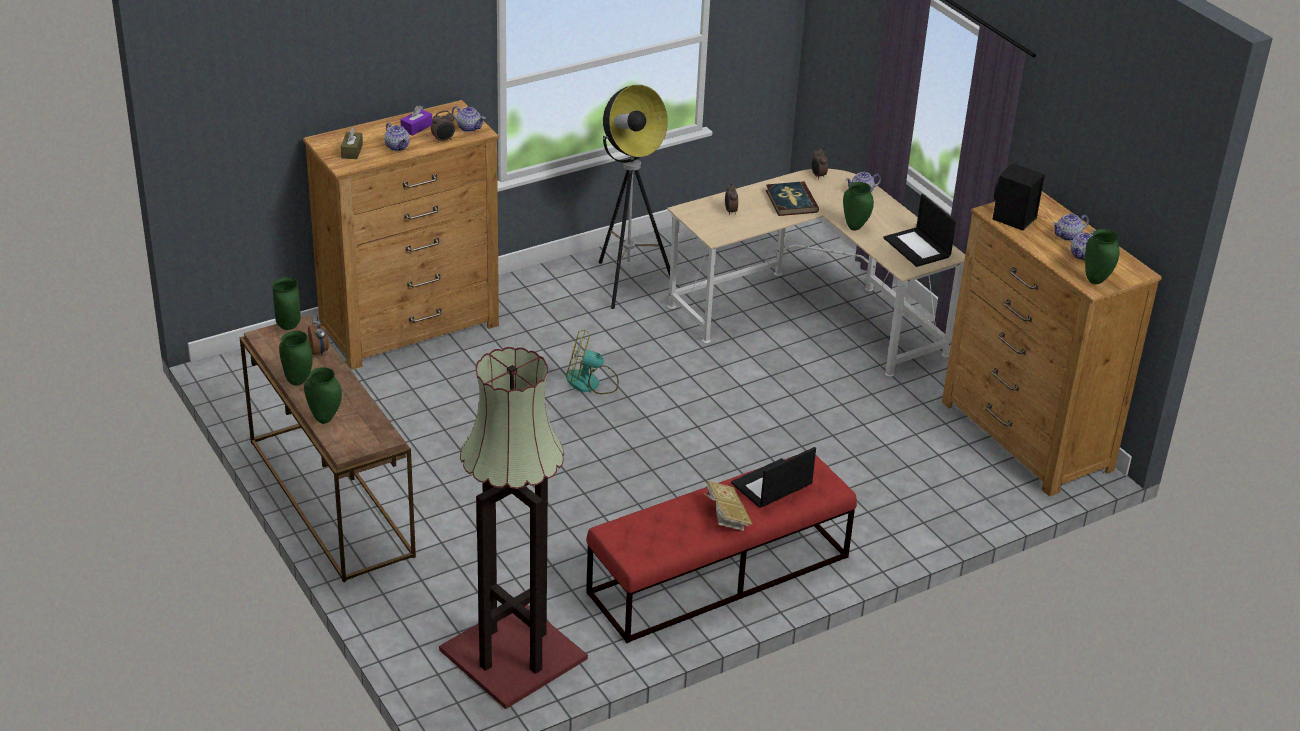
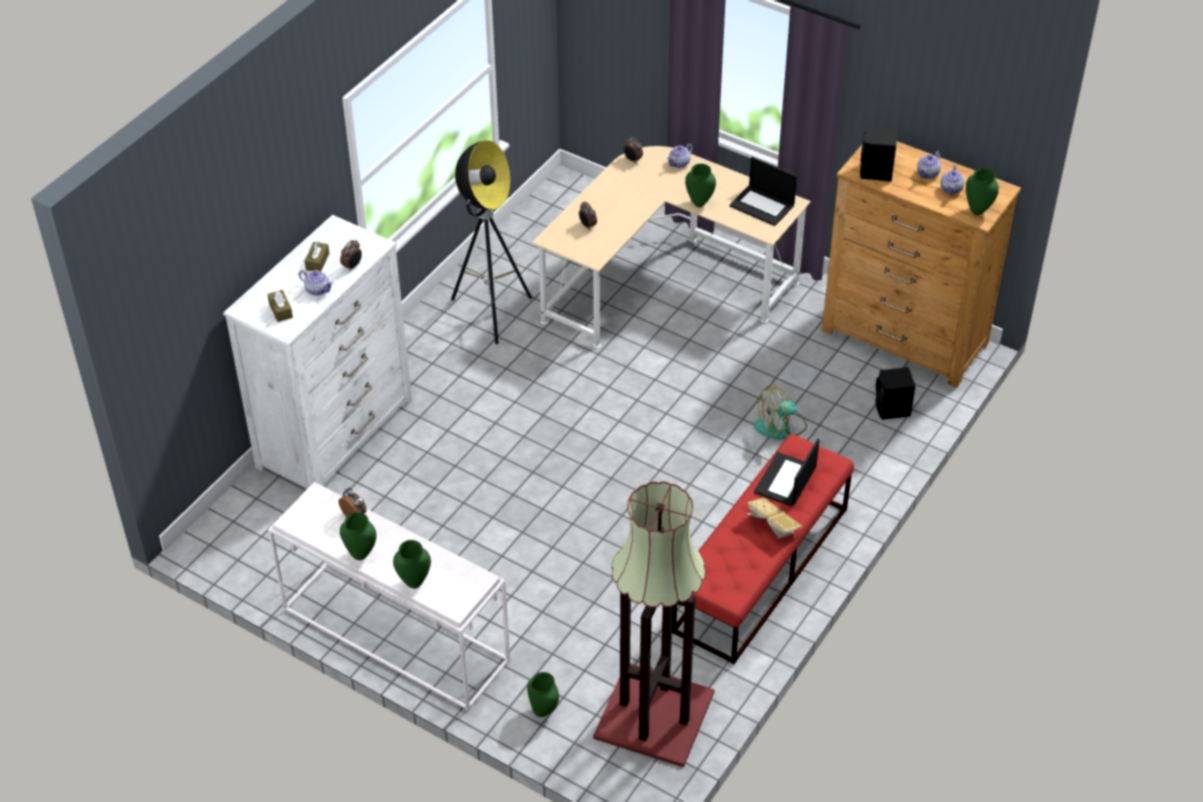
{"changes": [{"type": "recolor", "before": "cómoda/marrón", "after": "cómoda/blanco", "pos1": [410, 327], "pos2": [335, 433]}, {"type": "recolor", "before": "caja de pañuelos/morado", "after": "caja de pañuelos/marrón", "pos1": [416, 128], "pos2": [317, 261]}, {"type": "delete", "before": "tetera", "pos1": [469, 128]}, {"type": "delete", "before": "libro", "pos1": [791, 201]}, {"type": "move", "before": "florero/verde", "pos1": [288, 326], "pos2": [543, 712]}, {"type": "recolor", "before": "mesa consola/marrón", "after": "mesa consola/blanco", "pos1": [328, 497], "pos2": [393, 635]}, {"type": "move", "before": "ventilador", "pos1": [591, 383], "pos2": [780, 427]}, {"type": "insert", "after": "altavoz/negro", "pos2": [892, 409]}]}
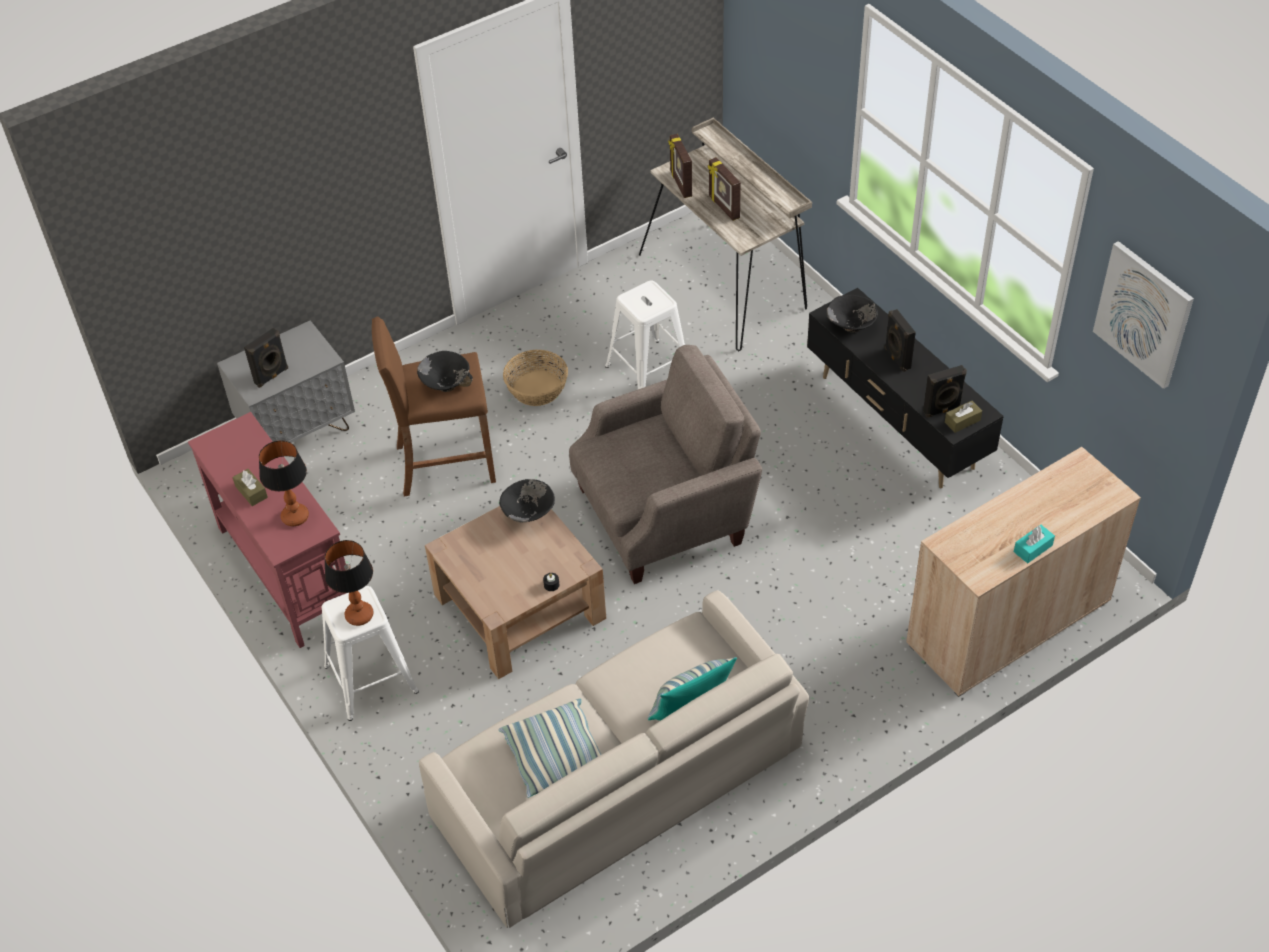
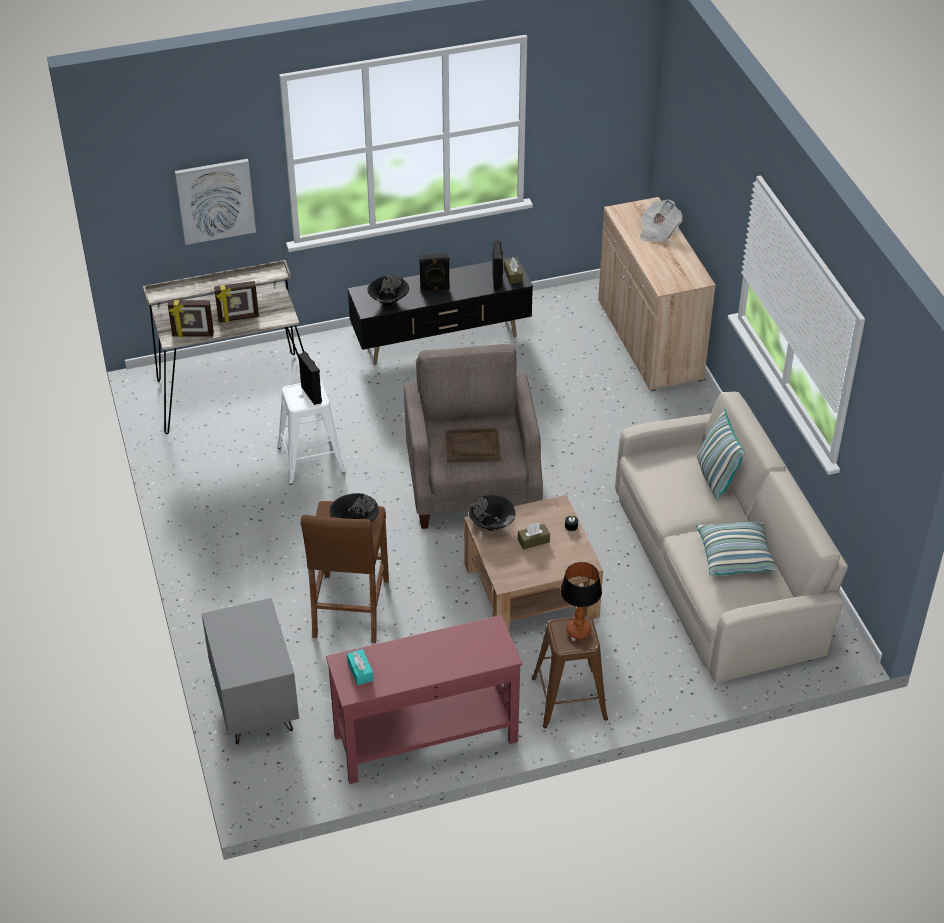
{"changes": [{"type": "move", "before": "cuadro", "pos1": [1143, 314], "pos2": [215, 200]}, {"type": "move", "before": "altavoz/negro", "pos1": [272, 376], "pos2": [312, 394]}, {"type": "delete", "before": "cesta", "pos1": [537, 388]}, {"type": "delete", "before": "lámpara de mesa", "pos1": [294, 516]}, {"type": "move", "before": "caja de pañuelos/marrón", "pos1": [251, 492], "pos2": [533, 541]}, {"type": "move", "before": "caja de pañuelos/turquesa", "pos1": [1033, 548], "pos2": [360, 671]}, {"type": "recolor", "before": "taburete/blanco", "after": "taburete/marrón", "pos1": [370, 680], "pos2": [570, 698]}, {"type": "insert", "after": "periódico", "pos2": [658, 231]}, {"type": "insert", "after": "bandeja/marrón", "pos2": [472, 447]}]}
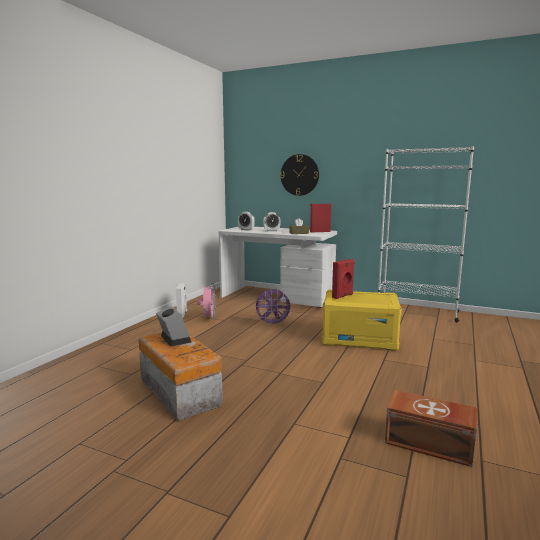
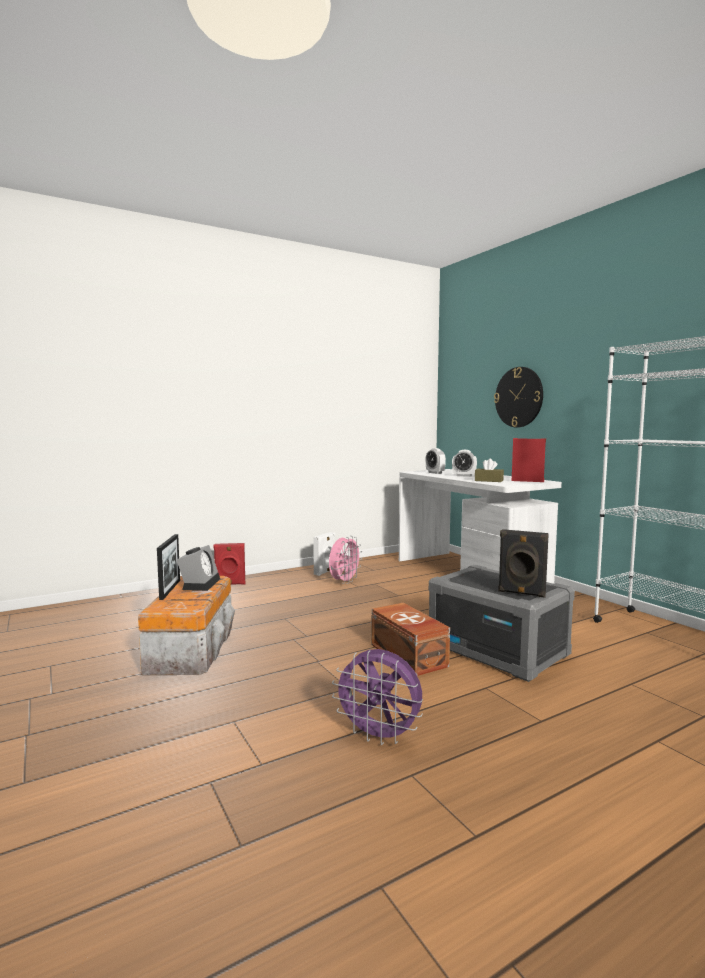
{"changes": [{"type": "move", "before": "altavoz/rojo", "pos1": [343, 296], "pos2": [230, 584]}, {"type": "move", "before": "ventilador/morado", "pos1": [273, 324], "pos2": [380, 736]}, {"type": "recolor", "before": "caja de almacenaje/amarillo", "after": "caja de almacenaje/gris", "pos1": [359, 338], "pos2": [498, 649]}, {"type": "move", "before": "caja de almacenaje/marrón", "pos1": [430, 444], "pos2": [408, 656]}, {"type": "insert", "after": "altavoz/negro", "pos2": [521, 593]}, {"type": "insert", "after": "portarretratos", "pos2": [170, 589]}]}
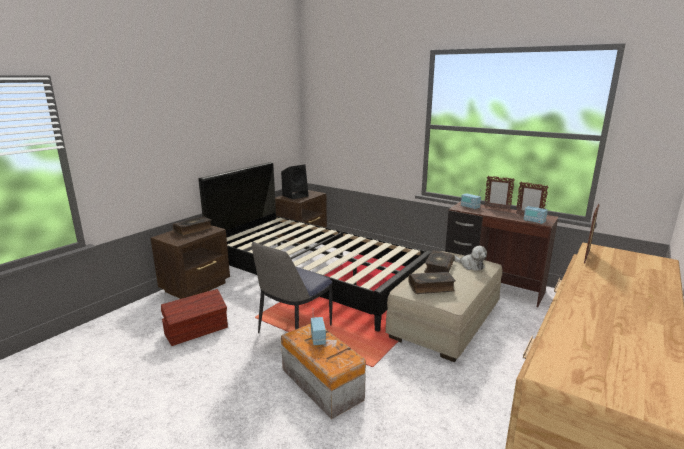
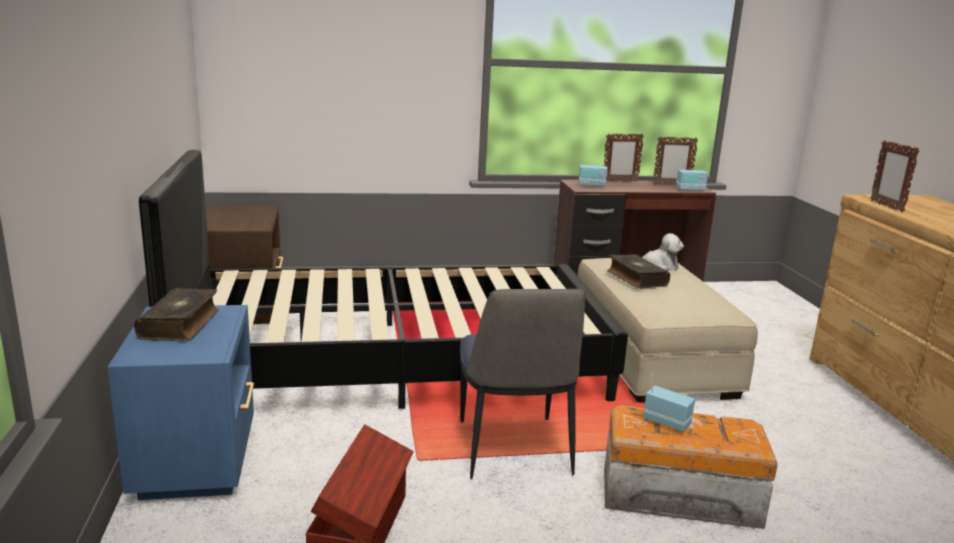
{"changes": [{"type": "delete", "before": "altavoz/negro", "pos1": [295, 195]}, {"type": "recolor", "before": "mesita de noche/marrón", "after": "mesita de noche/azul", "pos1": [197, 287], "pos2": [198, 461]}, {"type": "delete", "before": "libro", "pos1": [431, 287]}]}
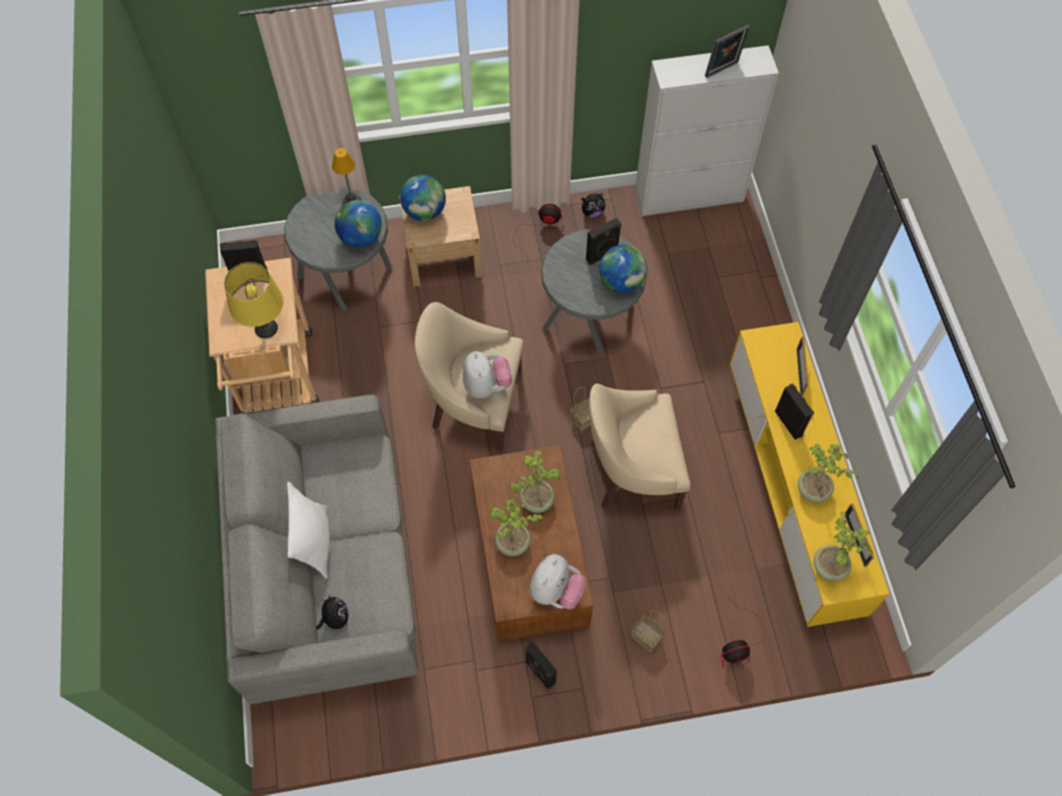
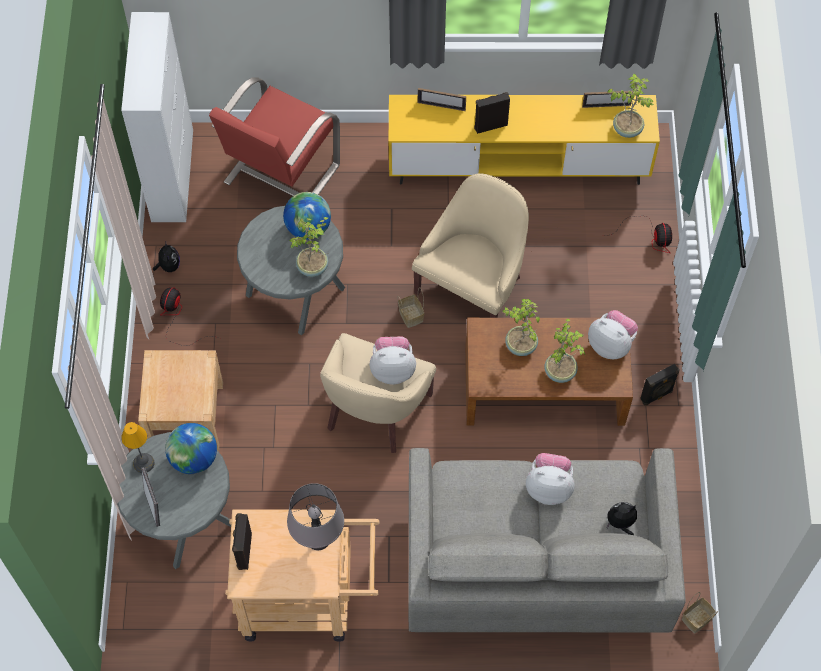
{"changes": [{"type": "move", "before": "portarretratos", "pos1": [722, 70], "pos2": [154, 507]}, {"type": "delete", "before": "globo terráqueo", "pos1": [425, 211]}, {"type": "delete", "before": "altavoz/negro", "pos1": [602, 256]}, {"type": "recolor", "before": "lámpara de mesa/amarillo", "after": "lámpara de mesa/gris", "pos1": [266, 328], "pos2": [318, 538]}, {"type": "rotate", "before": "sillón/beis", "pos1": [631, 470], "pos2": [473, 286], "turn": -150}, {"type": "move", "before": "planta en maceta", "pos1": [813, 491], "pos2": [313, 267]}, {"type": "delete", "before": "cojín/blanco", "pos1": [315, 542]}, {"type": "move", "before": "cesta", "pos1": [645, 636], "pos2": [696, 620]}, {"type": "insert", "after": "sillón/rojo", "pos2": [280, 174]}, {"type": "insert", "after": "peluche", "pos2": [549, 487]}]}
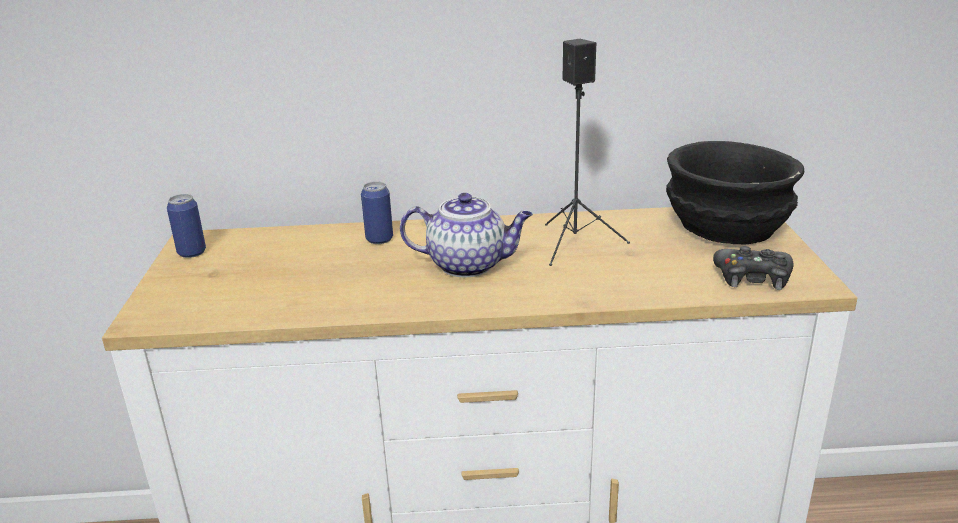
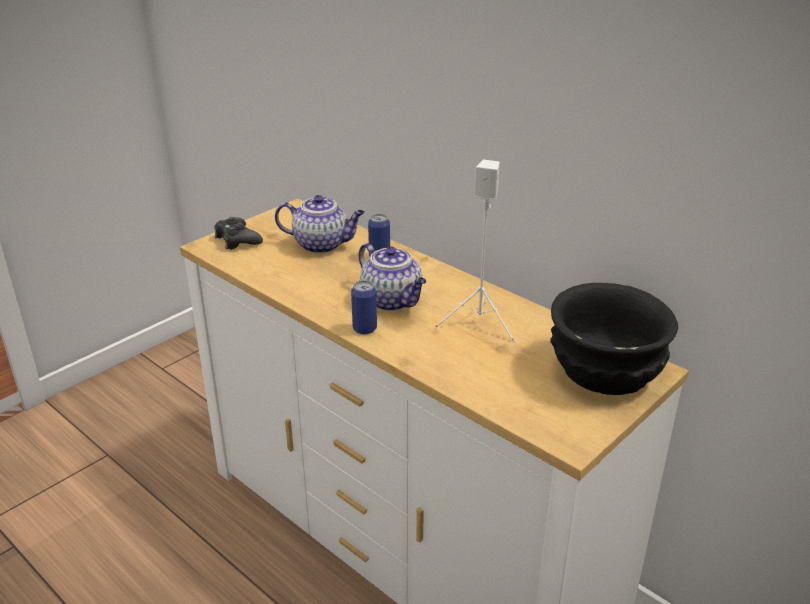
{"changes": [{"type": "recolor", "before": "altavoz/negro", "after": "altavoz/blanco", "pos1": [576, 243], "pos2": [480, 322]}, {"type": "move", "before": "lata", "pos1": [192, 252], "pos2": [364, 329]}, {"type": "move", "before": "mando de consola/negro", "pos1": [752, 277], "pos2": [237, 240]}, {"type": "insert", "after": "tetera", "pos2": [322, 244]}]}
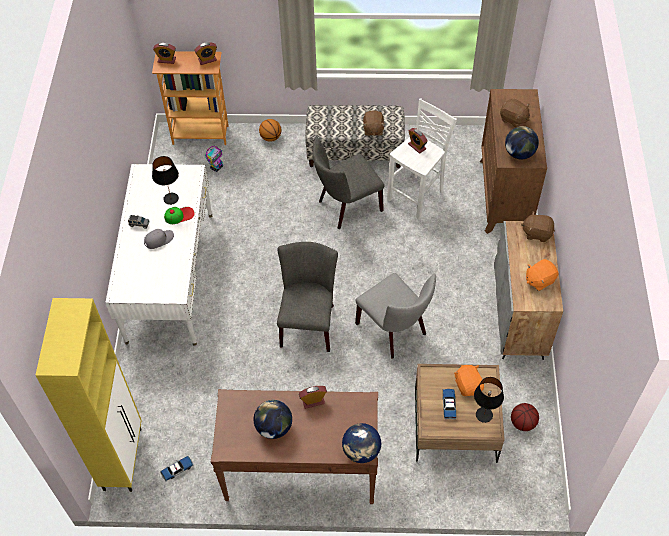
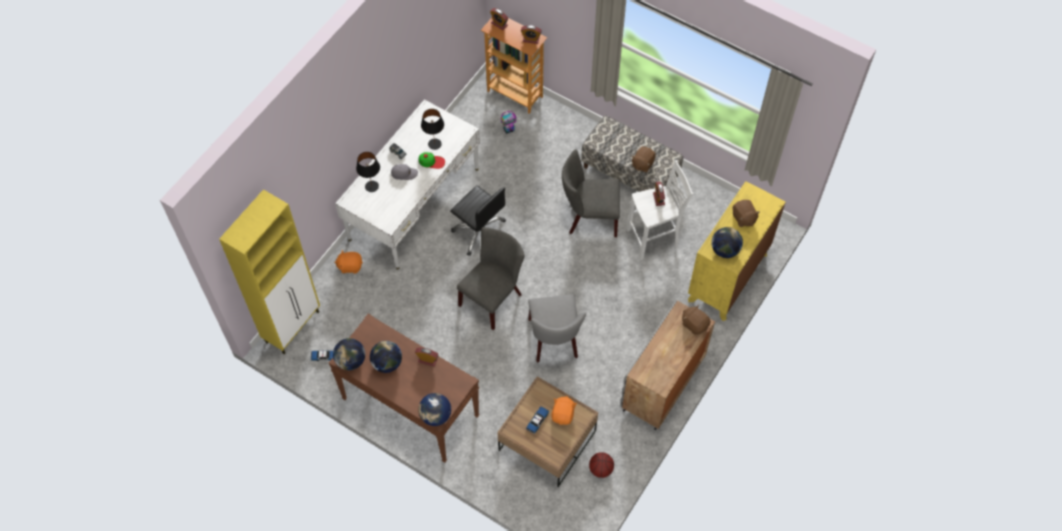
{"changes": [{"type": "recolor", "before": "cómoda/marrón", "after": "cómoda/amarillo", "pos1": [504, 195], "pos2": [727, 277]}, {"type": "delete", "before": "balón de baloncesto", "pos1": [270, 137]}, {"type": "move", "before": "peluche/naranja", "pos1": [539, 280], "pos2": [350, 266]}, {"type": "move", "before": "lámpara de mesa/negro", "pos1": [484, 414], "pos2": [372, 186]}, {"type": "insert", "after": "silla de oficina/negro", "pos2": [480, 232]}, {"type": "insert", "after": "globo terráqueo", "pos2": [351, 361]}]}
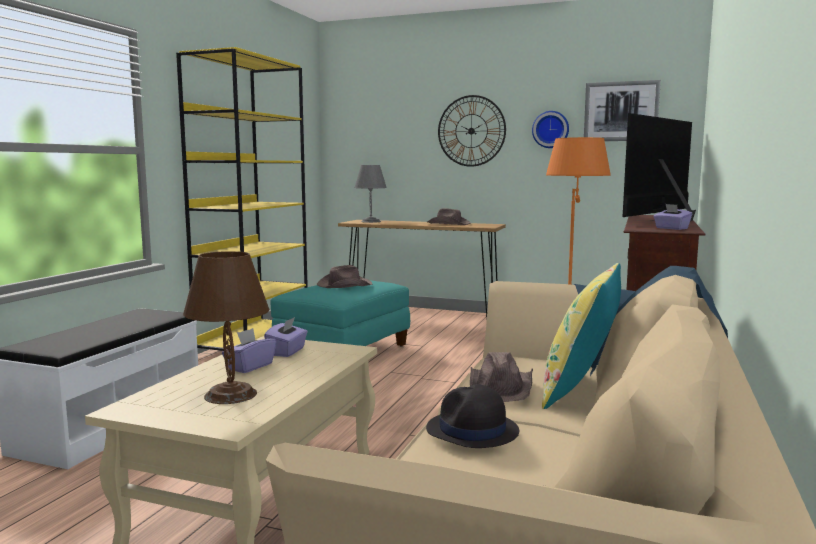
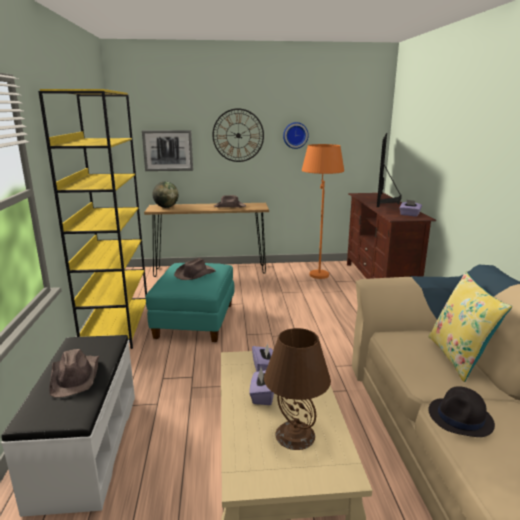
{"changes": [{"type": "move", "before": "cuadro", "pos1": [621, 111], "pos2": [168, 150]}, {"type": "replace", "before": "lámpara de mesa/gris", "after": "globo terráqueo", "pos1": [370, 221], "pos2": [166, 207]}, {"type": "move", "before": "sombrero/marrón", "pos1": [501, 388], "pos2": [76, 376]}]}
